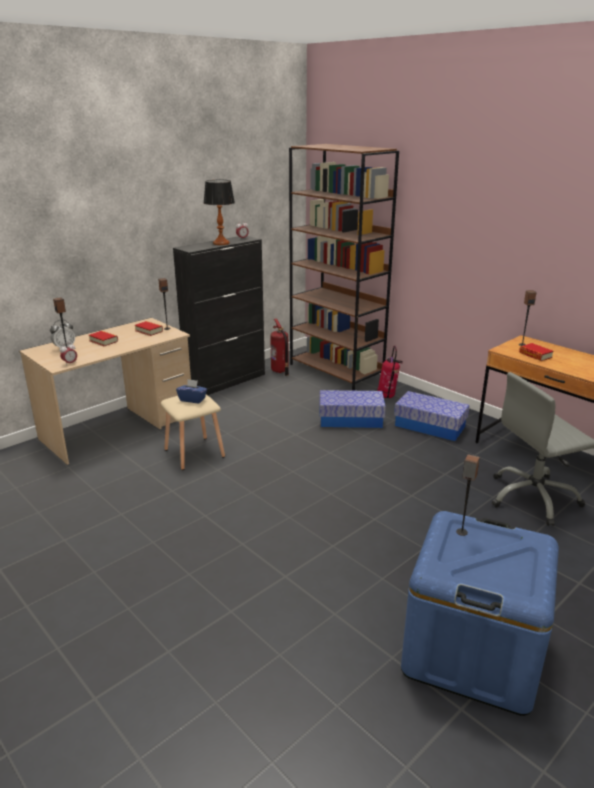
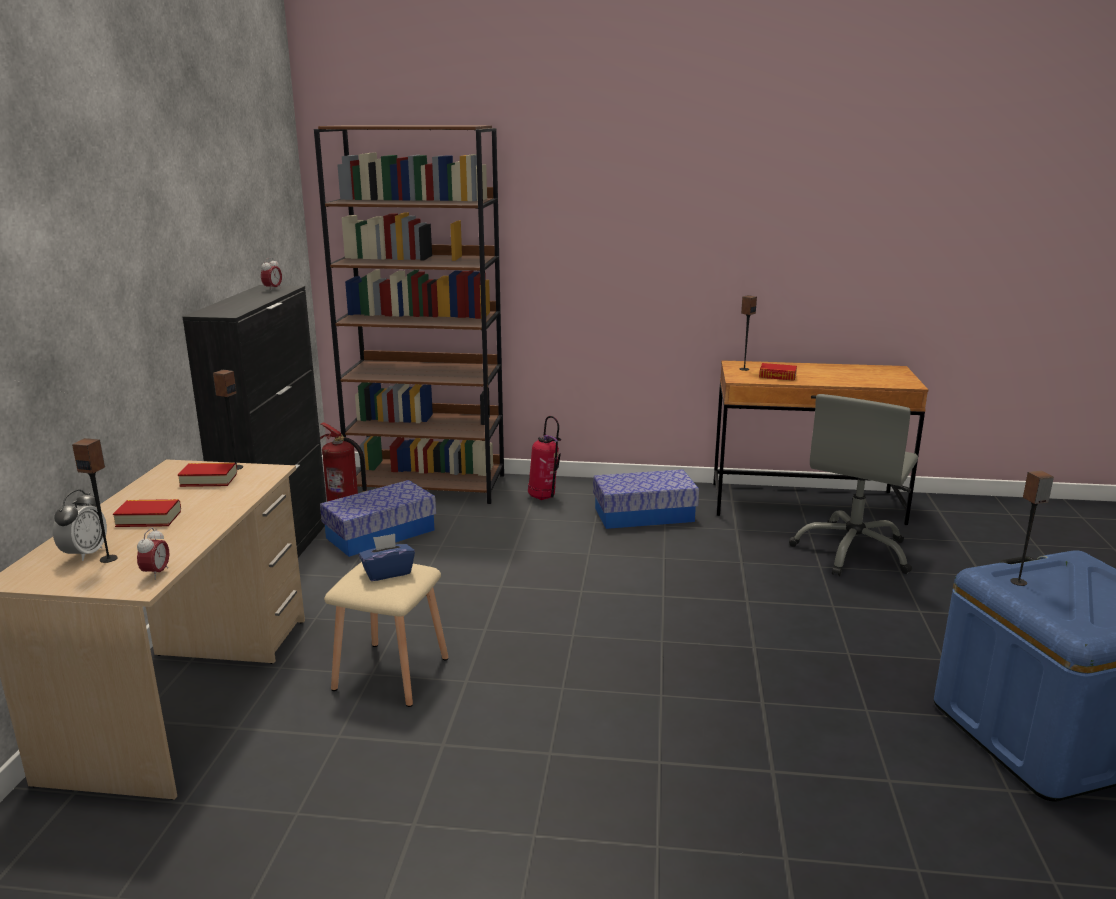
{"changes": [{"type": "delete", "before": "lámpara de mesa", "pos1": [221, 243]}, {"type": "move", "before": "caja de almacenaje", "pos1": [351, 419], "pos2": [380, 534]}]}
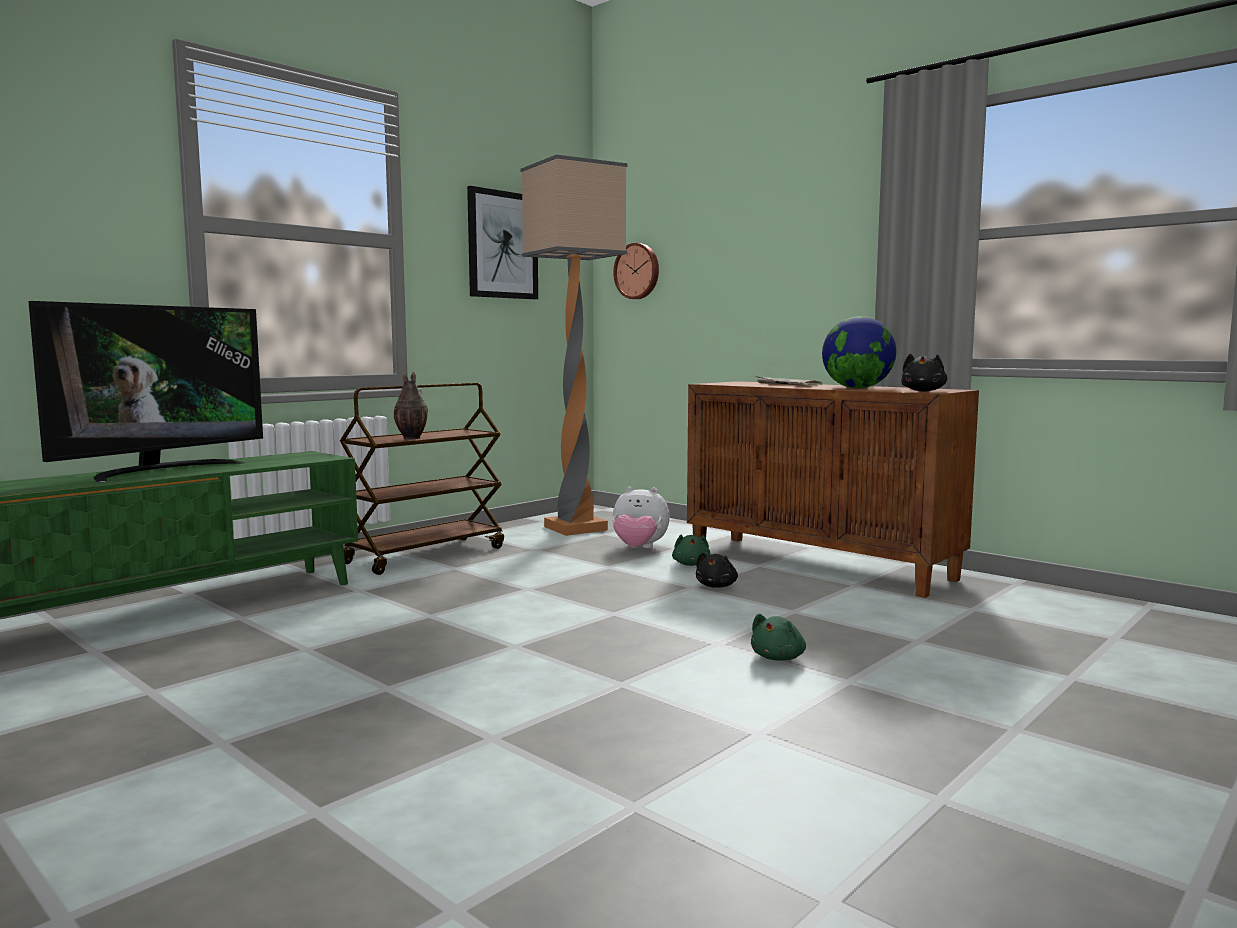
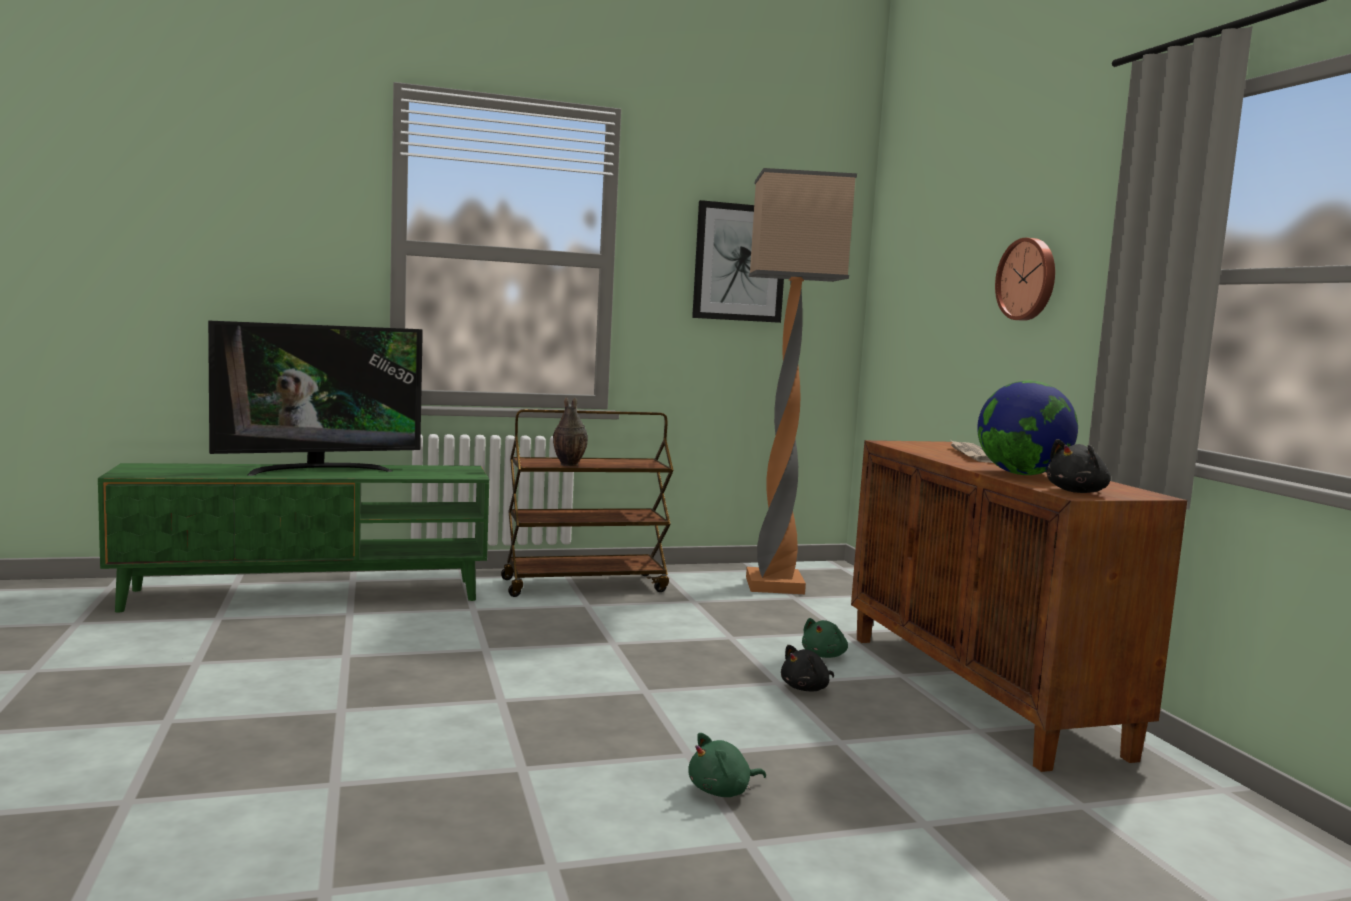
{"changes": [{"type": "move", "before": "reloj de pared", "pos1": [638, 271], "pos2": [1028, 279]}, {"type": "delete", "before": "peluche", "pos1": [639, 549]}]}
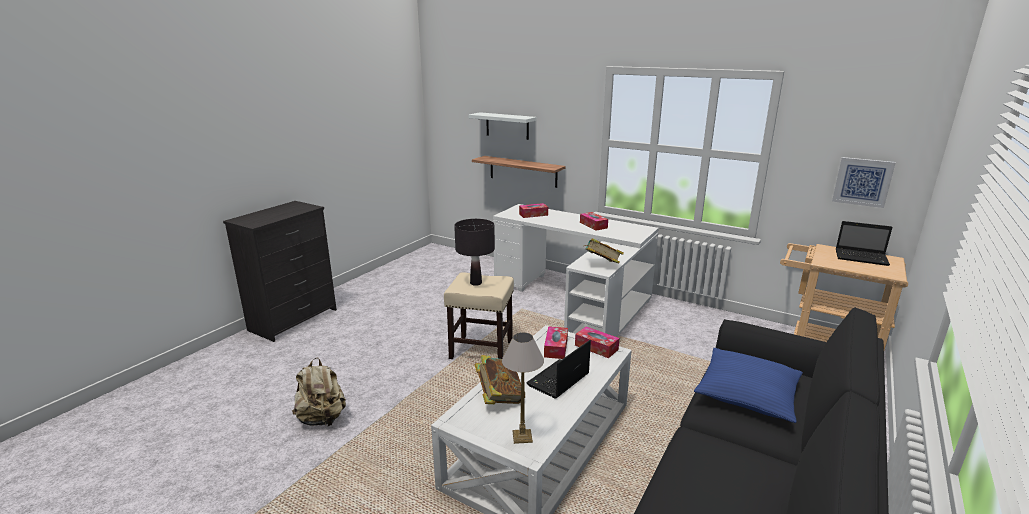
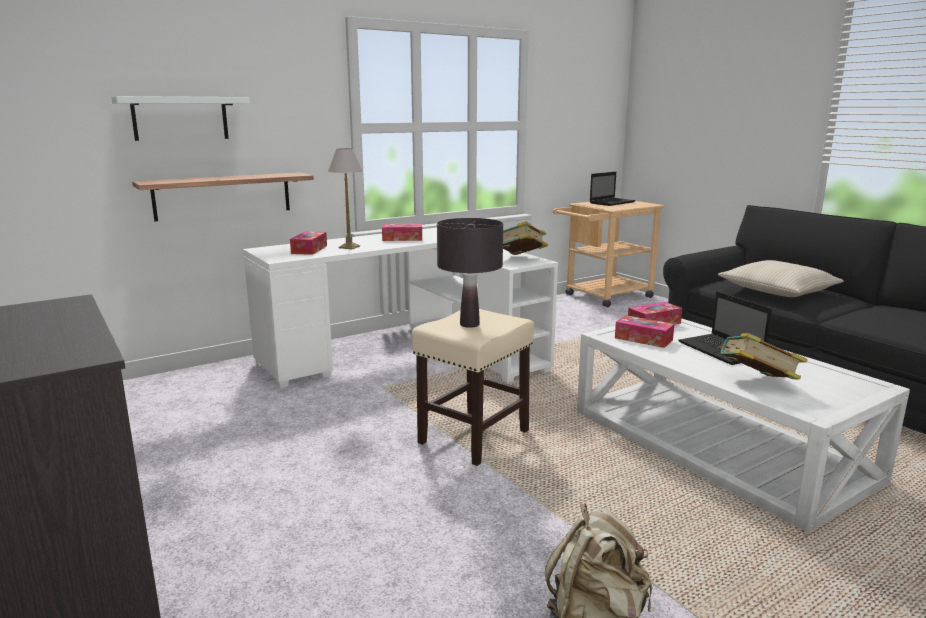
{"changes": [{"type": "delete", "before": "cuadro", "pos1": [862, 182]}, {"type": "move", "before": "lámpara de mesa", "pos1": [522, 436], "pos2": [349, 247]}, {"type": "recolor", "before": "cojín/azul", "after": "cojín/beis", "pos1": [747, 393], "pos2": [777, 290]}]}
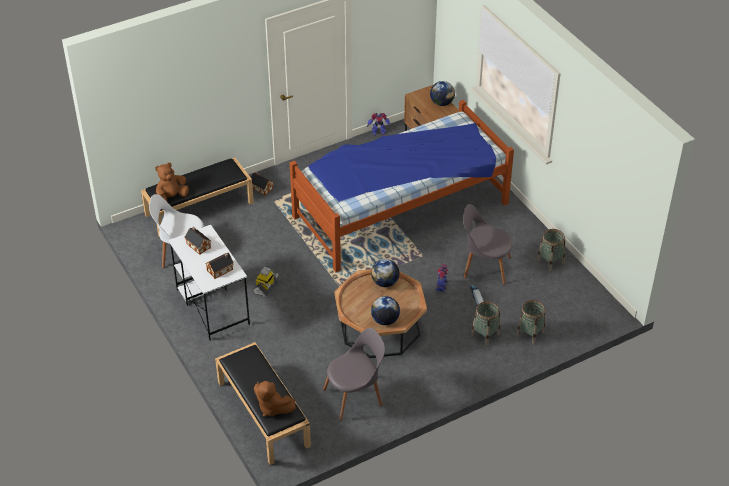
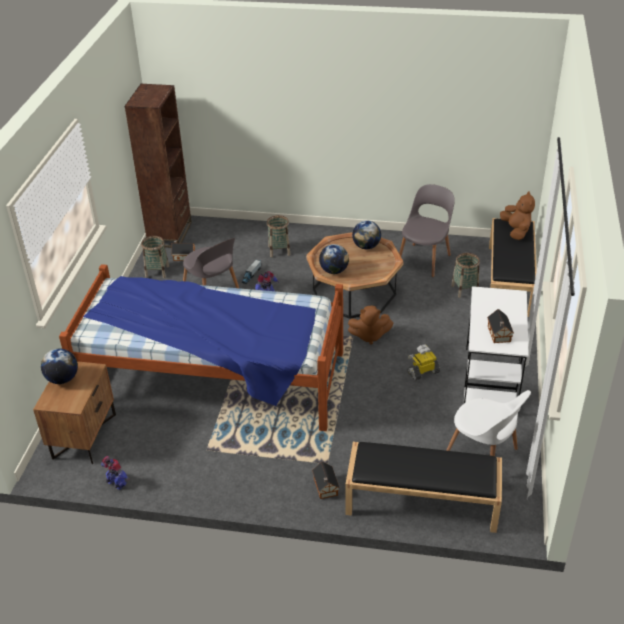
{"changes": [{"type": "move", "before": "peluche/marrón", "pos1": [171, 197], "pos2": [369, 336]}, {"type": "move", "before": "casita", "pos1": [221, 269], "pos2": [183, 256]}, {"type": "move", "before": "cesta", "pos1": [530, 333], "pos2": [464, 290]}, {"type": "rotate", "before": "silla/gris", "pos1": [355, 396], "pos2": [424, 259], "turn": 105}, {"type": "insert", "after": "estantería/marrón", "pos2": [170, 234]}]}
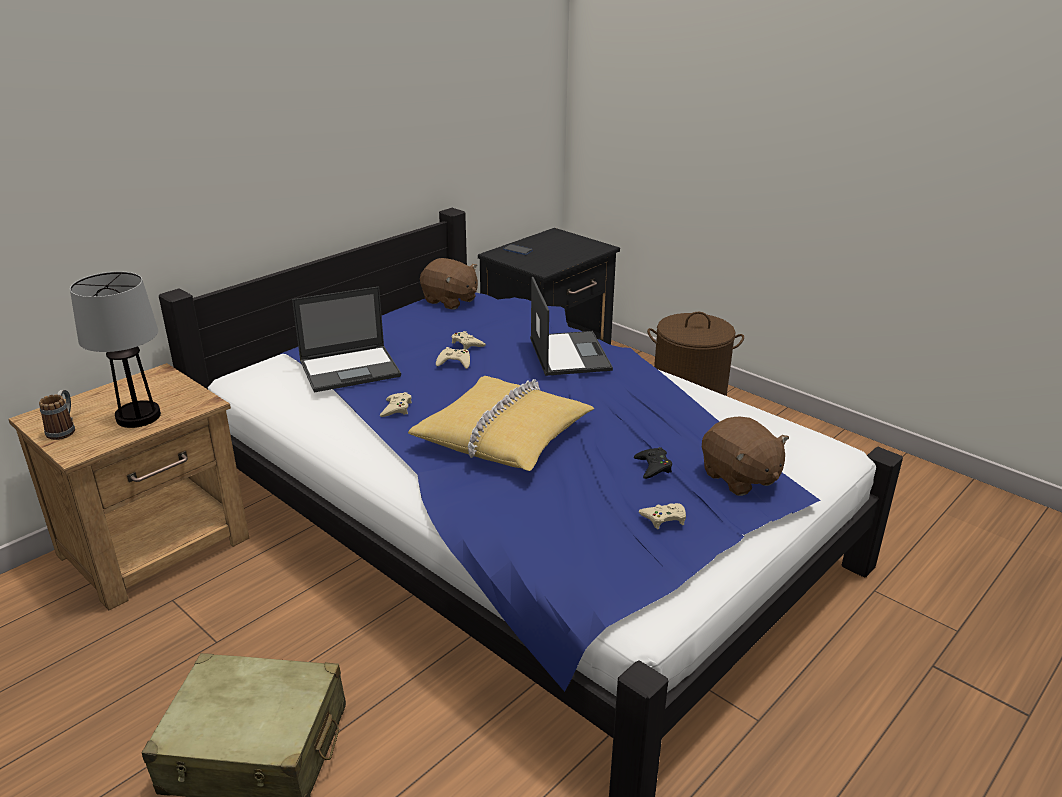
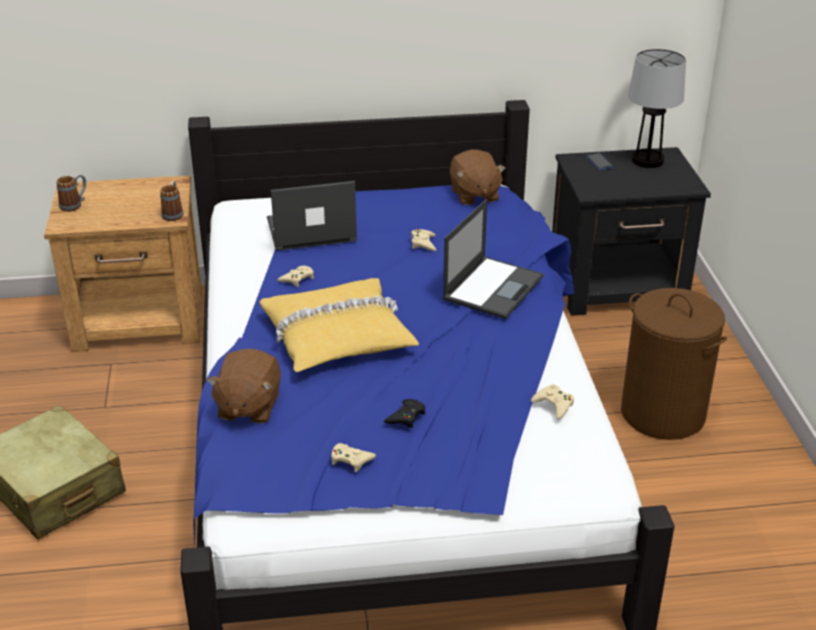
{"changes": [{"type": "move", "before": "lámpara de mesa", "pos1": [138, 417], "pos2": [647, 161]}, {"type": "rotate", "before": "portátil", "pos1": [351, 368], "pos2": [310, 230], "turn": 150}, {"type": "move", "before": "mando de consola/beis", "pos1": [454, 362], "pos2": [554, 404]}, {"type": "move", "before": "peluche/marrón", "pos1": [739, 478], "pos2": [248, 406]}, {"type": "insert", "after": "taza grande", "pos2": [173, 213]}]}
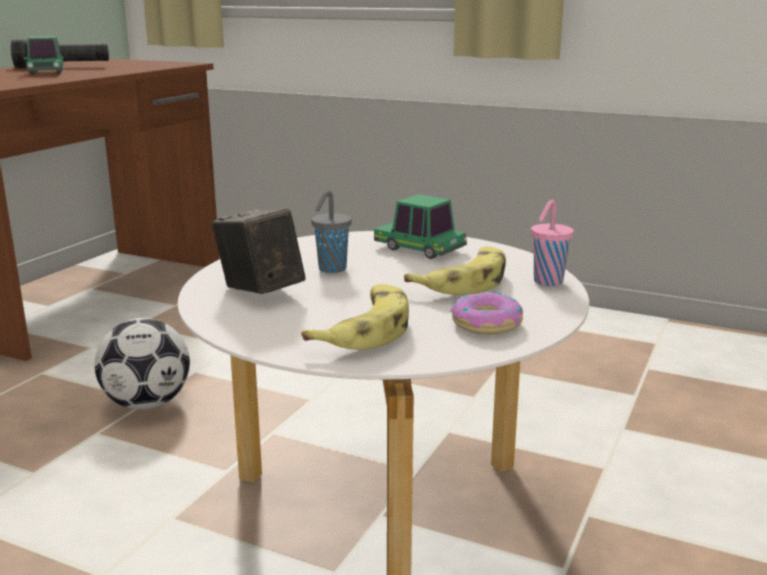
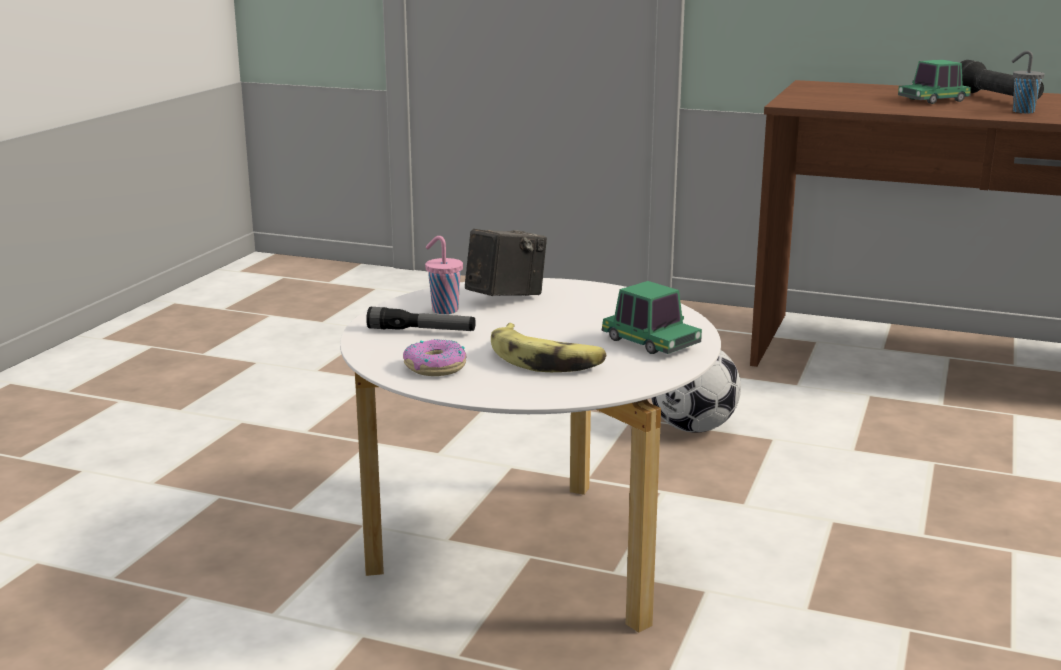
{"changes": [{"type": "move", "before": "taza/gris", "pos1": [331, 269], "pos2": [1021, 111]}, {"type": "rotate", "before": "coche de juguete", "pos1": [420, 249], "pos2": [650, 343], "turn": 105}, {"type": "move", "before": "taza/rosa", "pos1": [547, 282], "pos2": [443, 310]}, {"type": "replace", "before": "plátano", "after": "linterna", "pos1": [365, 330], "pos2": [421, 331]}]}
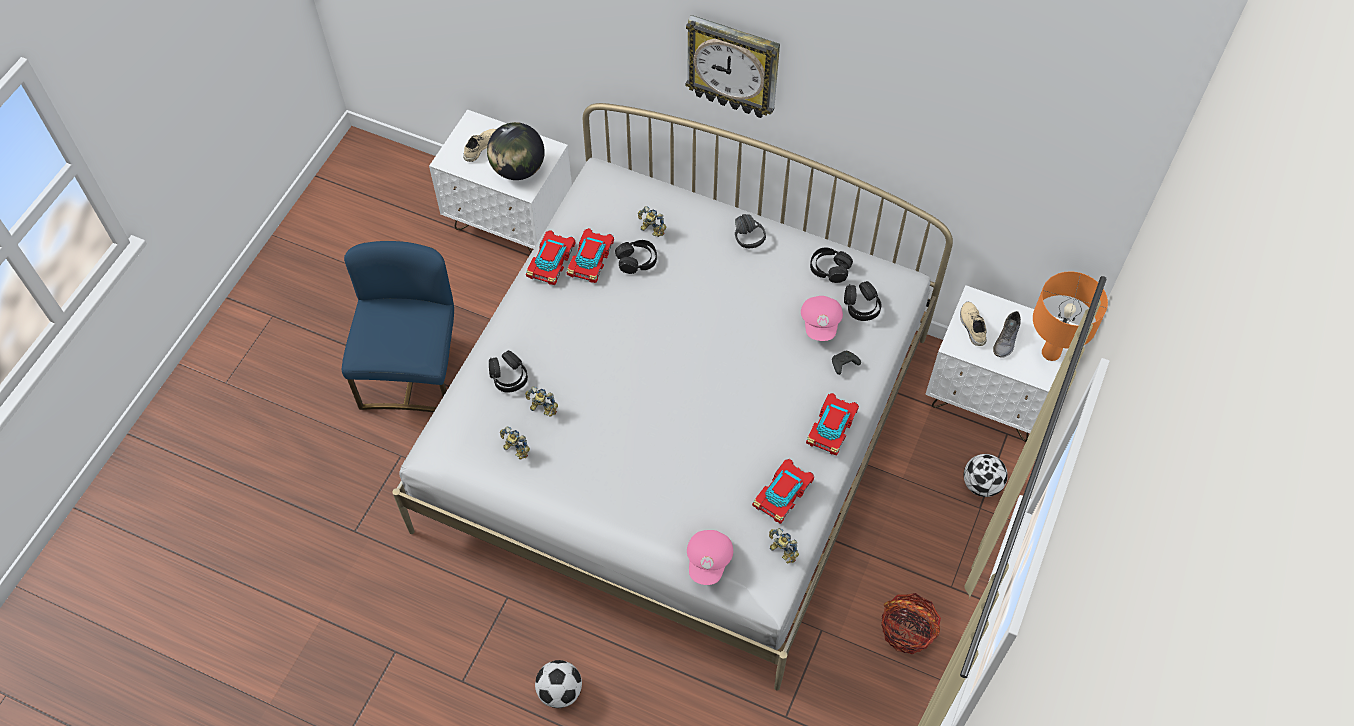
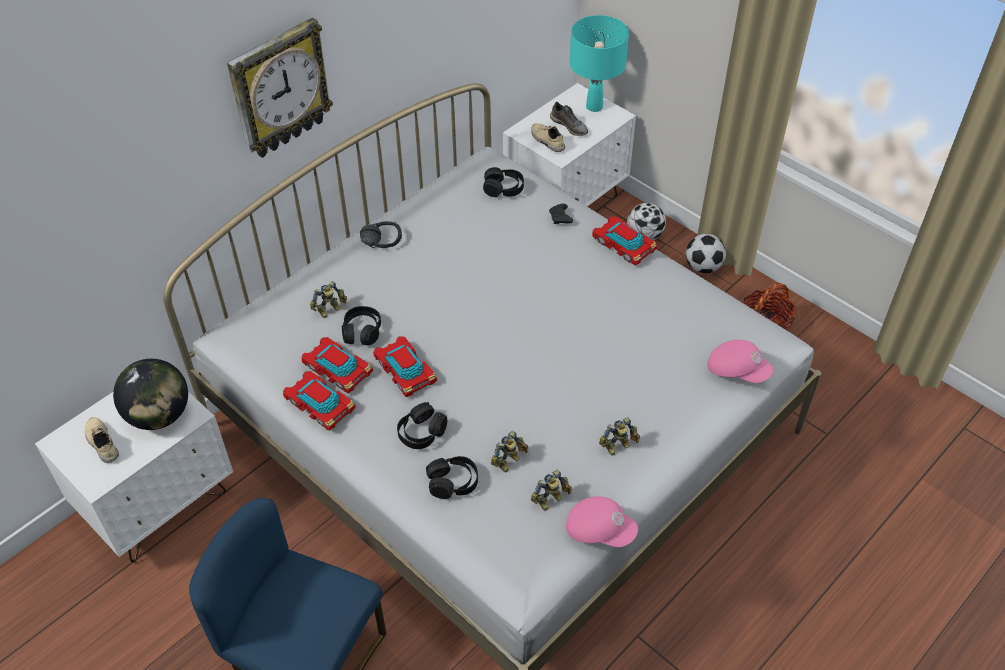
{"changes": [{"type": "move", "before": "auriculares/negro", "pos1": [829, 269], "pos2": [421, 432]}, {"type": "recolor", "before": "lámpara de mesa/naranja", "after": "lámpara de mesa/turquesa", "pos1": [1050, 353], "pos2": [594, 107]}, {"type": "move", "before": "gorra/rosa", "pos1": [821, 323], "pos2": [599, 530]}, {"type": "rotate", "before": "zapato/beis", "pos1": [971, 326], "pos2": [546, 141], "turn": 45}, {"type": "move", "before": "coche de juguete", "pos1": [783, 494], "pos2": [405, 370]}, {"type": "move", "before": "robot de juguete", "pos1": [781, 552], "pos2": [618, 447]}, {"type": "move", "before": "balón de fútbol", "pos1": [560, 691], "pos2": [703, 267]}]}
